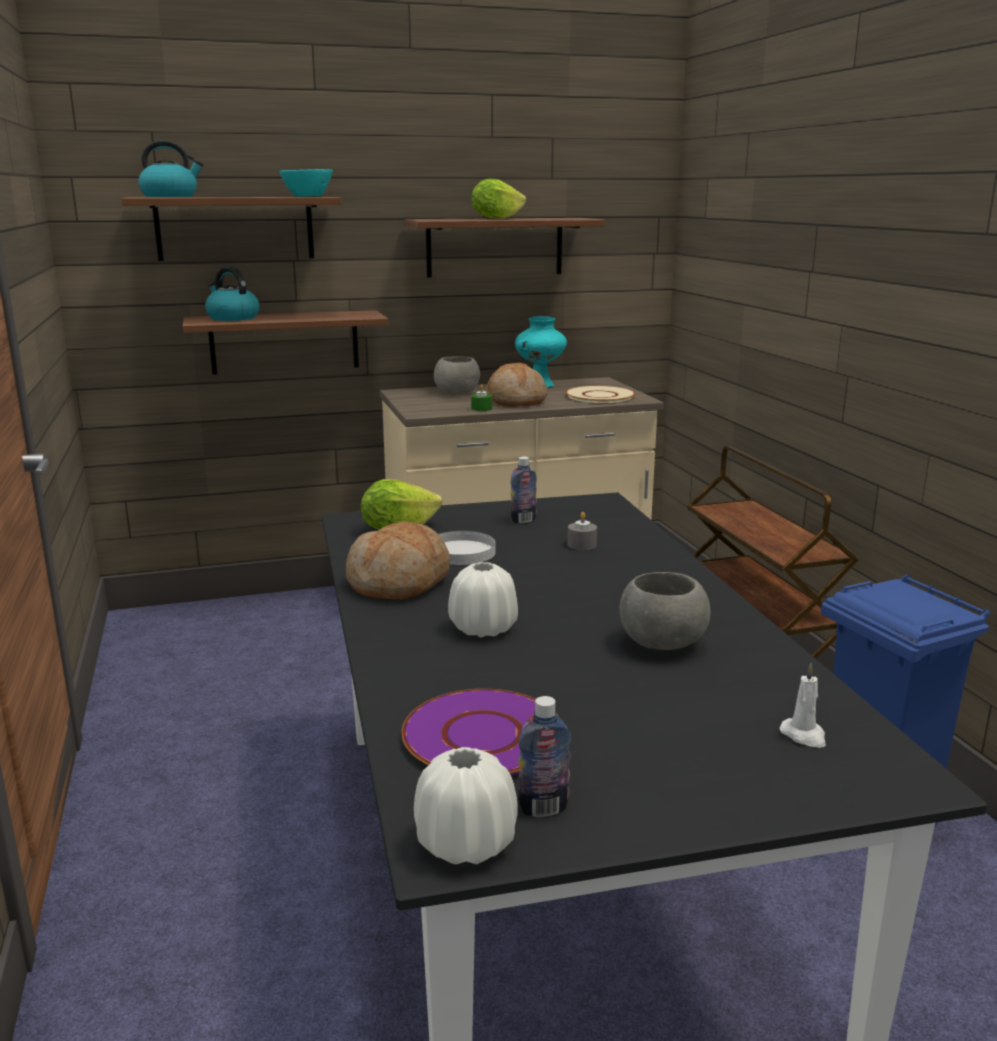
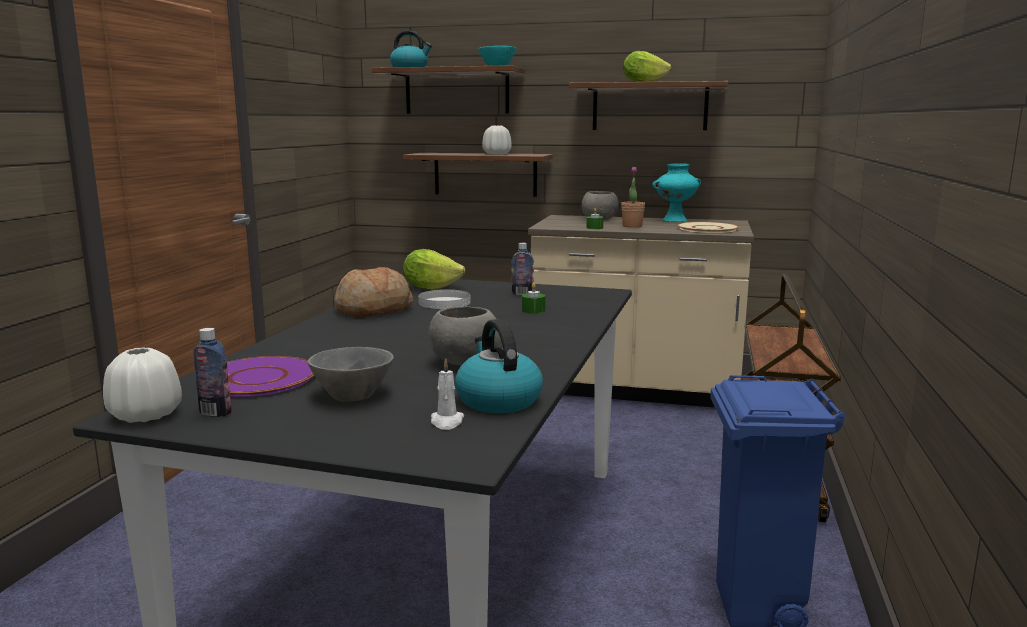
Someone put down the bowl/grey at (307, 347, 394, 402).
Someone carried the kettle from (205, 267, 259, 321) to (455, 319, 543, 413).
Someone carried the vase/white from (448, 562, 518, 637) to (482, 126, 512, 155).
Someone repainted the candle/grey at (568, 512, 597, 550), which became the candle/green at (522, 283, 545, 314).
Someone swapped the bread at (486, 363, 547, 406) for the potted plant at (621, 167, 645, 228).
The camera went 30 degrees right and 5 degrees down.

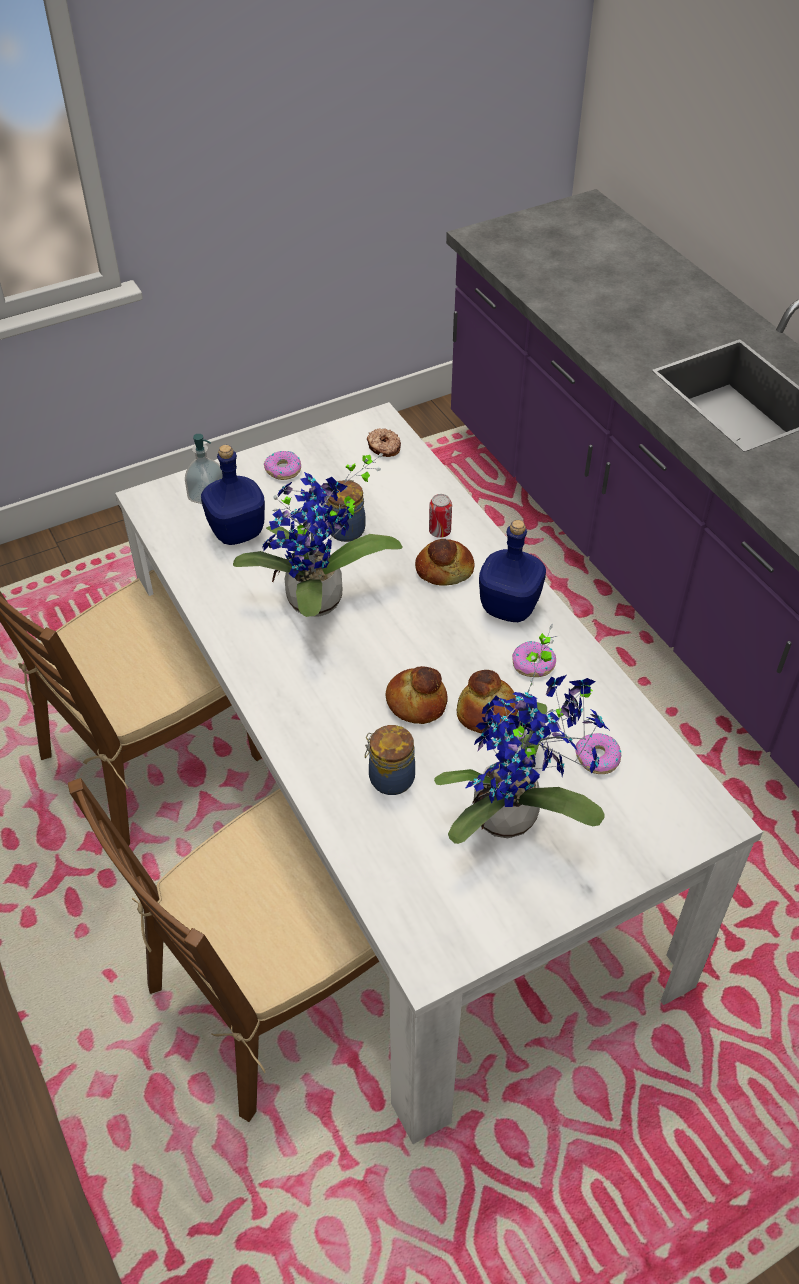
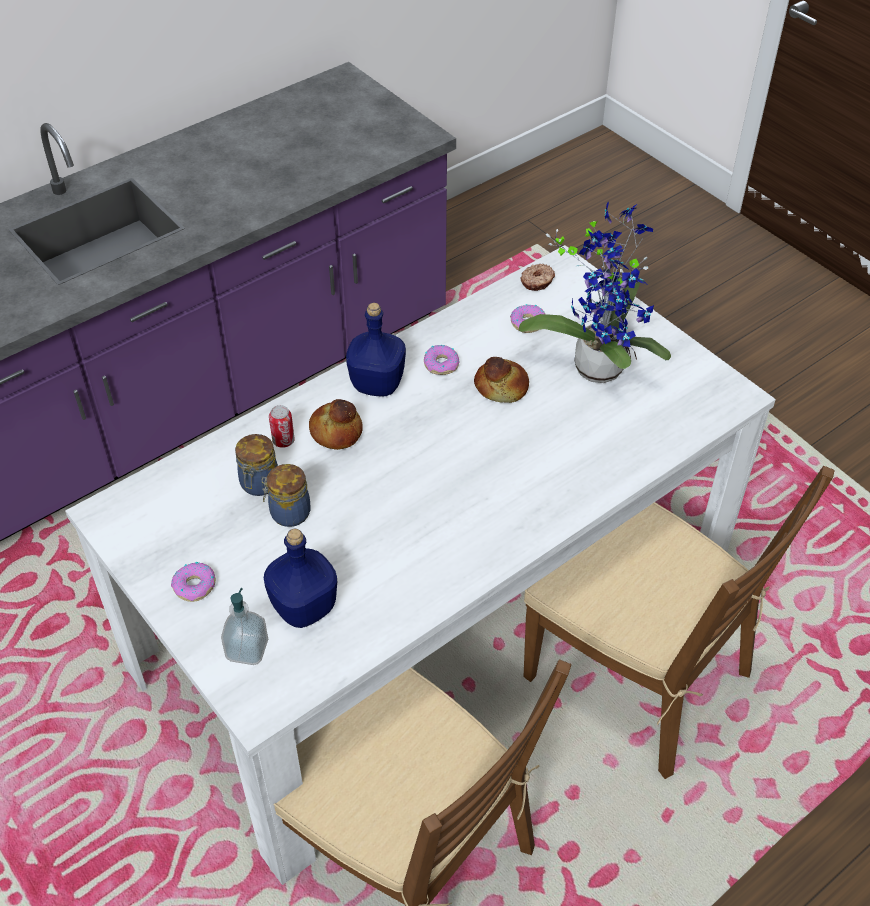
Someone carried the jar from (365, 725, 415, 795) to (235, 434, 278, 496).
Someone carried the donut from (367, 428, 401, 457) to (520, 264, 555, 291).
Someone took away the potted plant at (233, 453, 403, 617).
Someone took away the bread at (385, 666, 447, 724).
The camera went 100 degrees left and 0 degrees up.

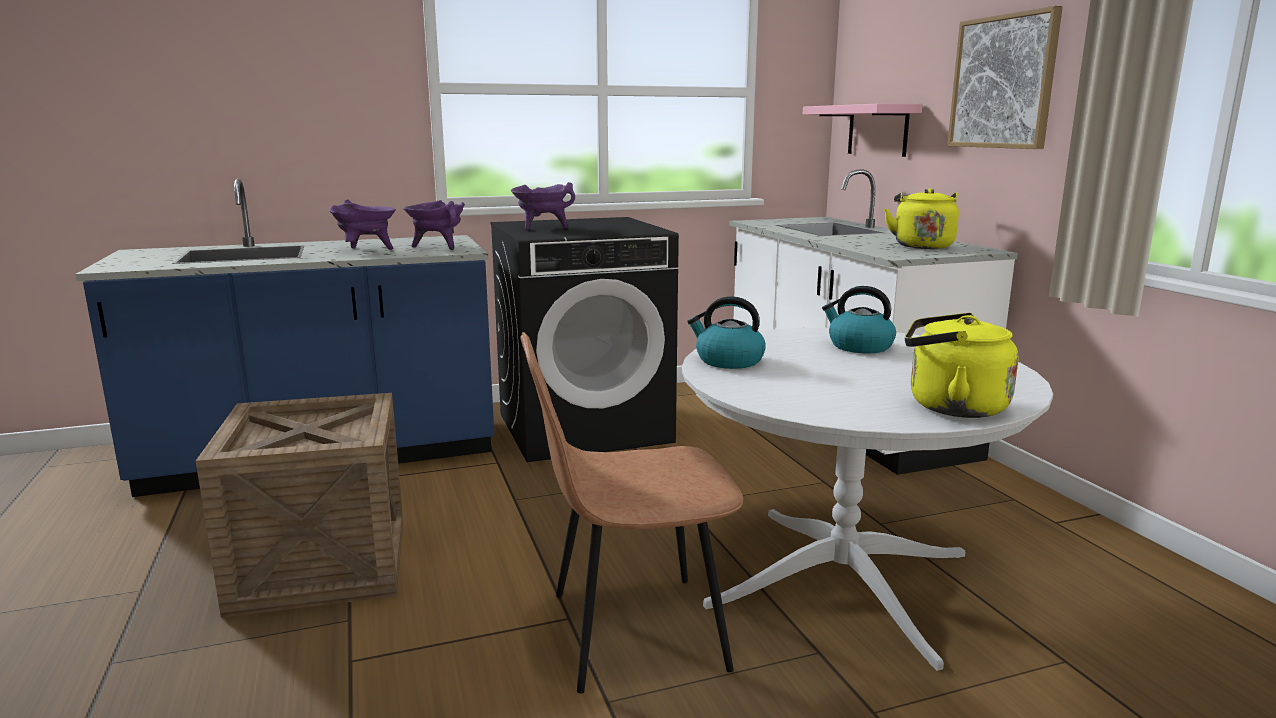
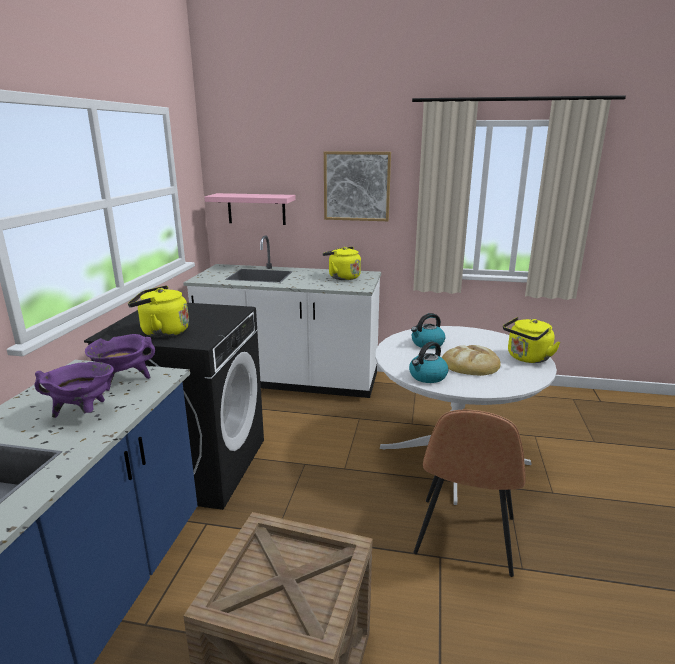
Someone swapped the cooking pot/purple at (511, 182, 575, 230) for the kettle/yellow at (128, 285, 189, 338).
Someone put down the bread at (442, 345, 501, 376).
The camera went 60 degrees left and 5 degrees up.

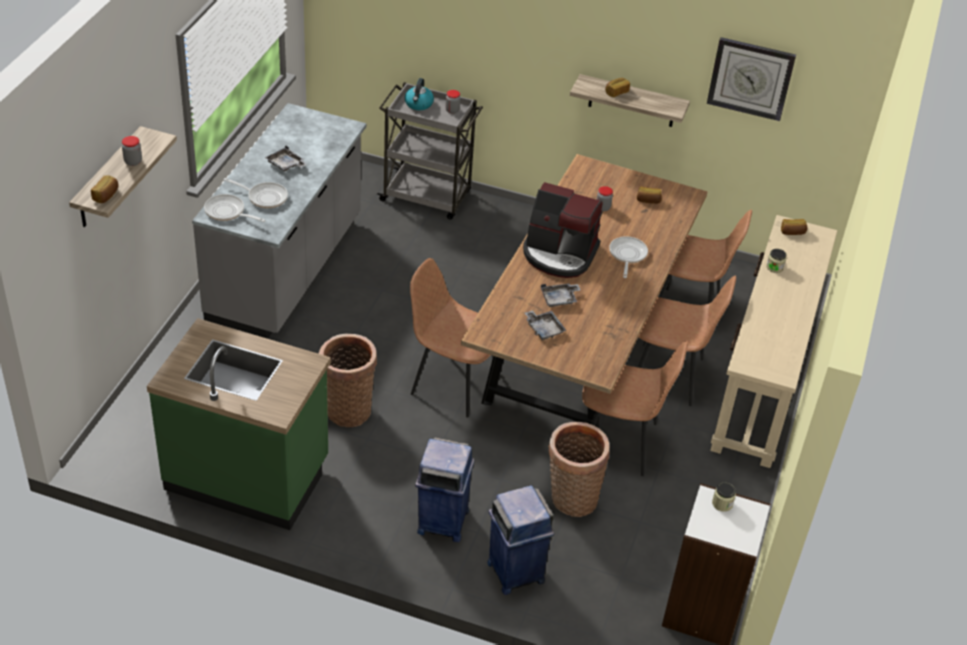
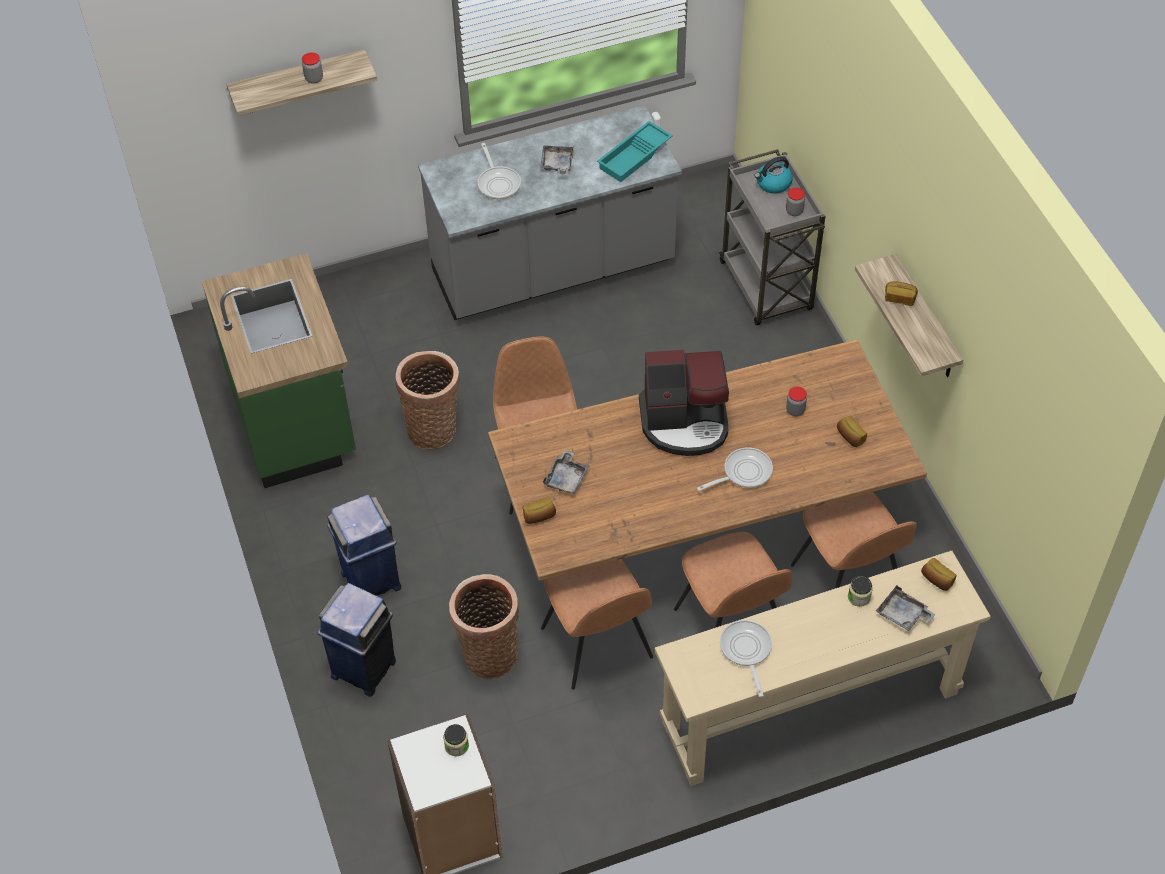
Someone carried the bread from (91, 175, 119, 203) to (523, 497, 556, 524).
Someone put down the tray/turquoise at (597, 121, 673, 182).
Someone rotated the coffee machine at (523, 182, 603, 278) by 75 degrees counterclockwise.
Someone carried the frying pan from (204, 194, 266, 222) to (720, 620, 772, 697).
Someone carried the tray/grey from (541, 283, 581, 307) to (876, 585, 936, 631).
Someone took away the wall clock at (707, 37, 796, 121).
The camera went 55 degrees right and 10 degrees up.

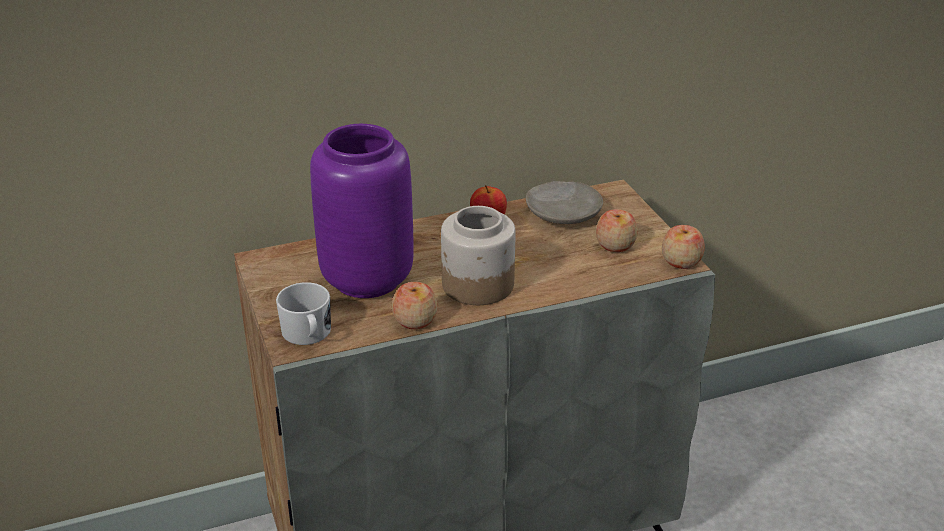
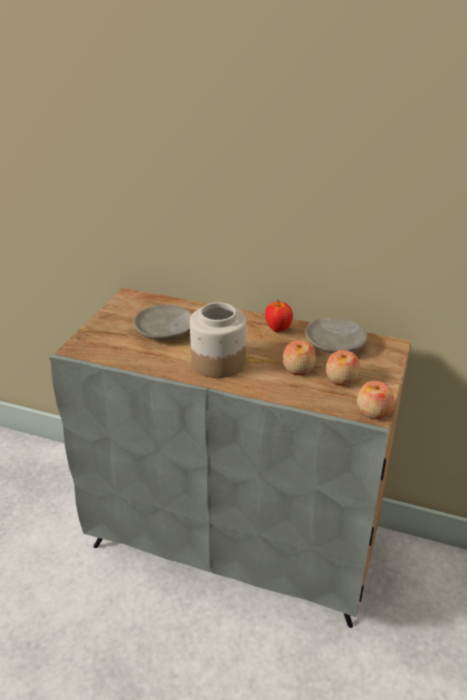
Someone swapped the vase/purple at (310, 124, 414, 298) for the plate/beige at (134, 304, 192, 340).
Someone carried the apple from (392, 282, 437, 329) to (282, 340, 316, 375).
Someone took away the mug/white at (276, 282, 331, 345).
The camera went 40 degrees right and 0 degrees up.

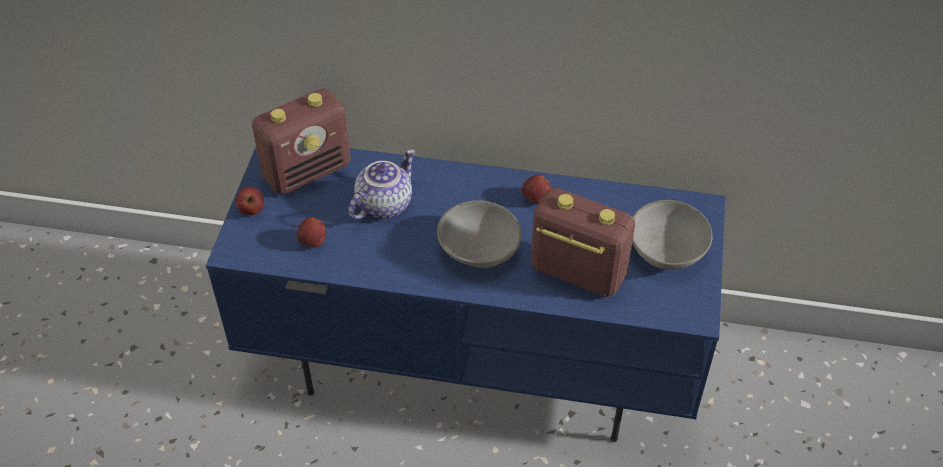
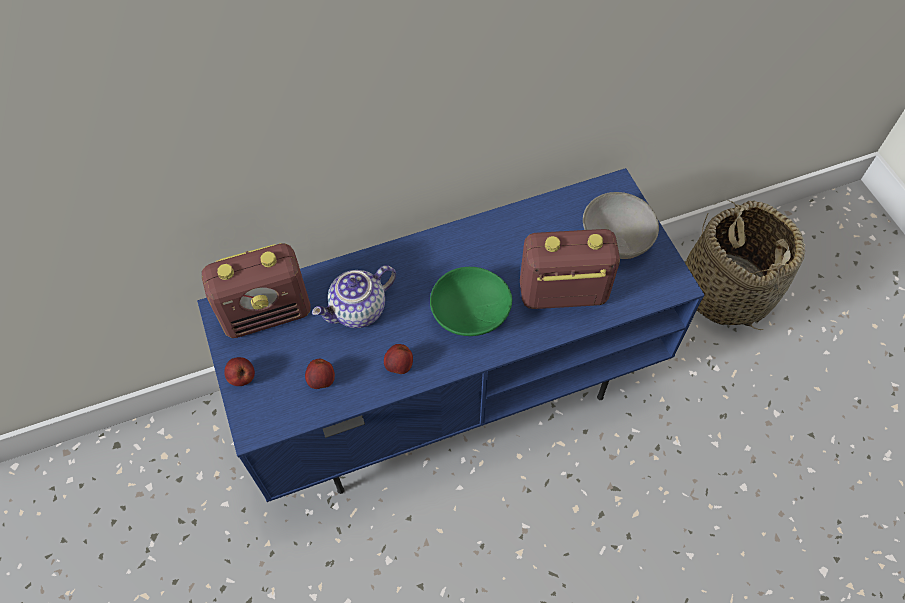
Someone rotated the radio at (252, 88, 351, 195) by 45 degrees clockwise.
Someone rotated the teapot at (348, 149, 416, 220) by 135 degrees counterclockwise.
Someone carried the apple from (522, 175, 551, 204) to (384, 344, 413, 374).
Someone repainted the bowl/grey at (437, 200, 522, 268), which became the bowl/green at (430, 267, 512, 336).
Someone put down the basket at (685, 200, 805, 330).
The camera went 30 degrees left and 10 degrees up.

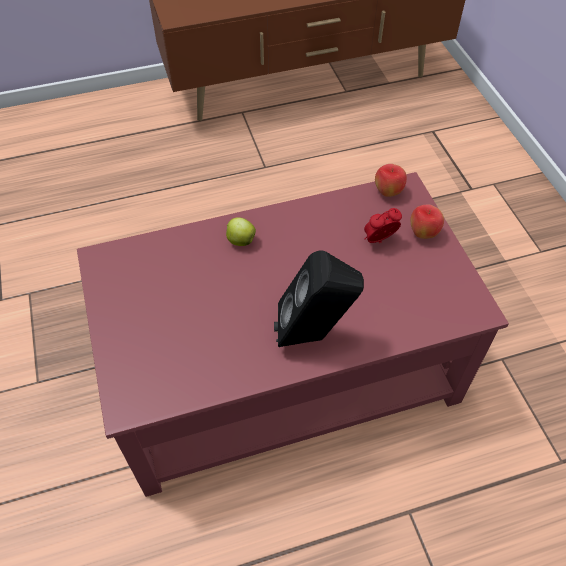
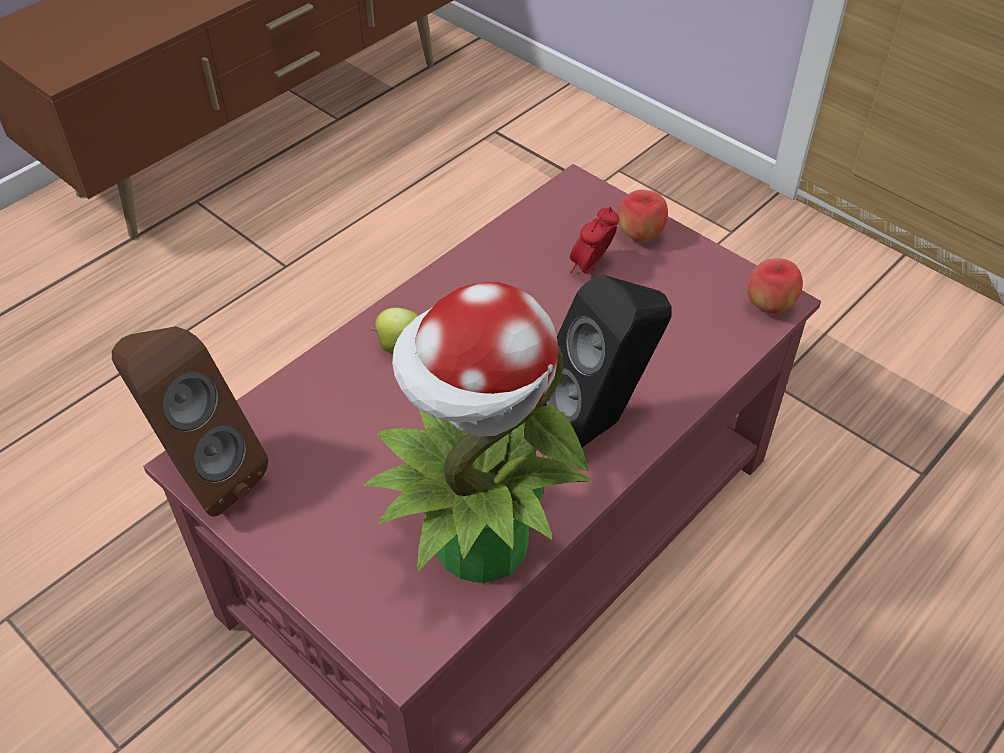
Someone put down the speaker/brown at (112, 326, 268, 517).
Someone put down the potted plant at (364, 282, 591, 583).
Someone carried the apple from (375, 164, 407, 197) to (747, 258, 803, 314).
The camera went 30 degrees left and 5 degrees down.

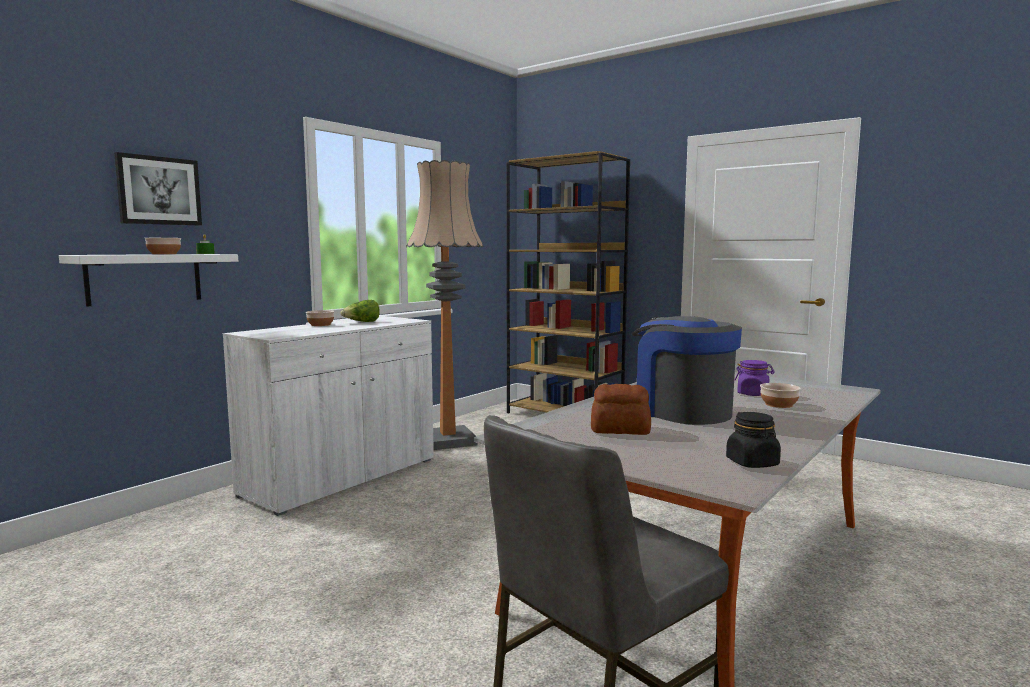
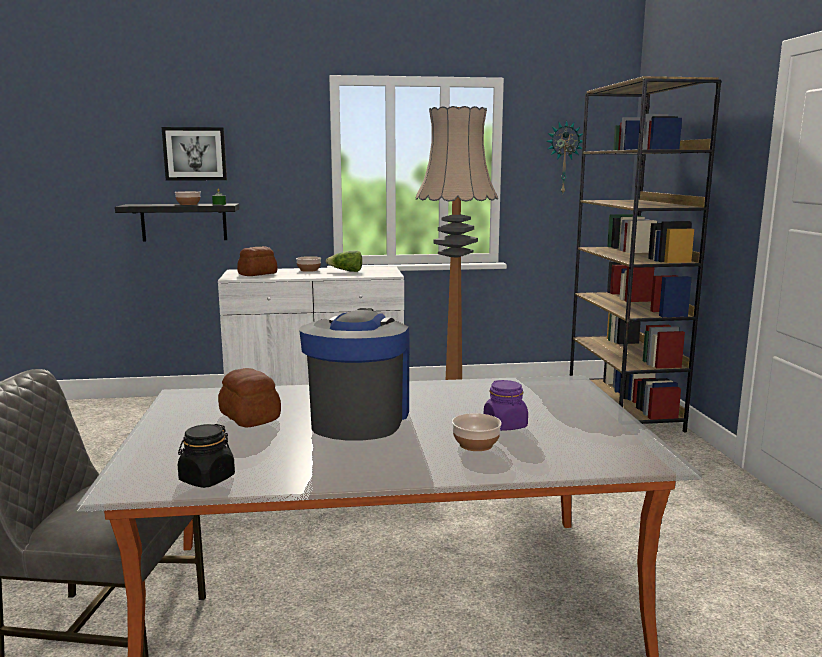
Someone repainted the shelf/white at (59, 254, 238, 307), which became the shelf/black at (115, 203, 239, 241).
Someone put down the bread at (237, 246, 277, 276).
Someone put up the wall clock at (546, 121, 583, 193).
The camera went 45 degrees right and 5 degrees up.

